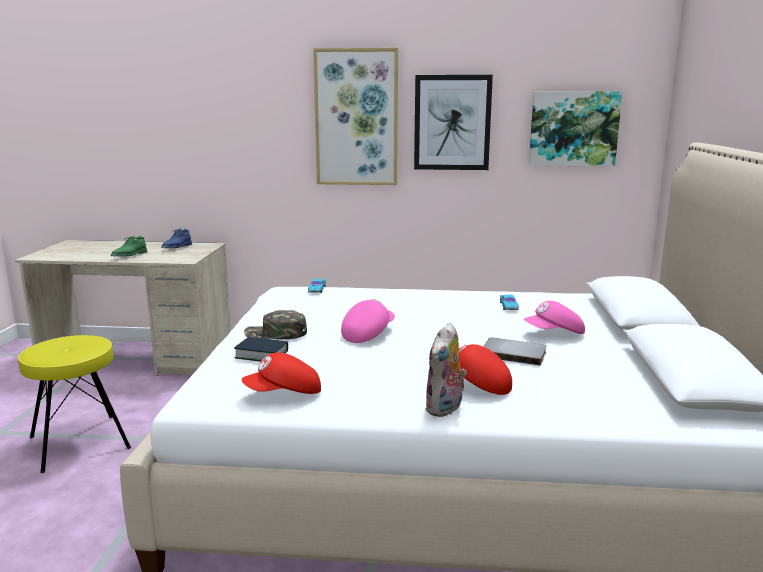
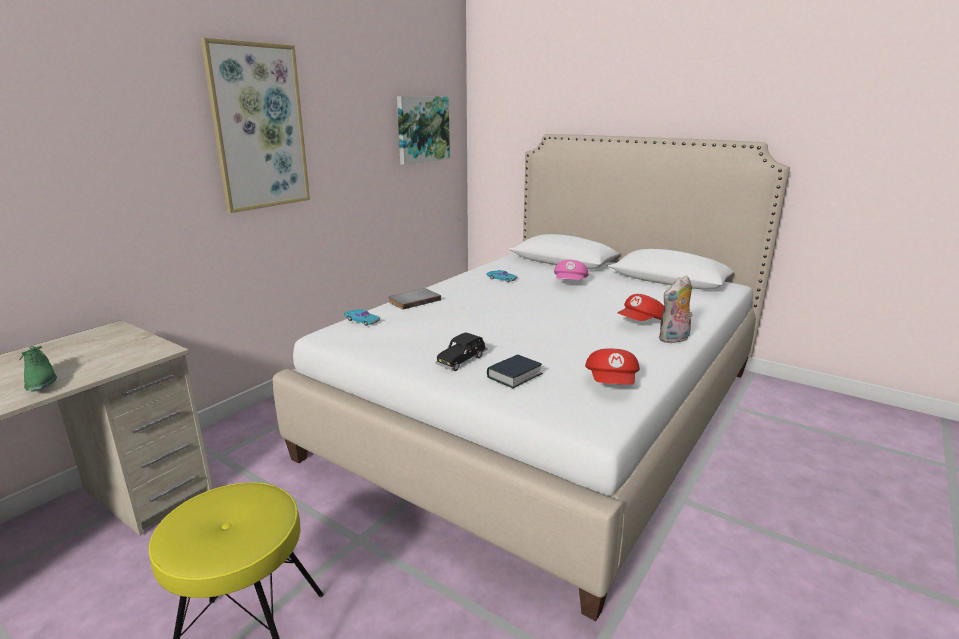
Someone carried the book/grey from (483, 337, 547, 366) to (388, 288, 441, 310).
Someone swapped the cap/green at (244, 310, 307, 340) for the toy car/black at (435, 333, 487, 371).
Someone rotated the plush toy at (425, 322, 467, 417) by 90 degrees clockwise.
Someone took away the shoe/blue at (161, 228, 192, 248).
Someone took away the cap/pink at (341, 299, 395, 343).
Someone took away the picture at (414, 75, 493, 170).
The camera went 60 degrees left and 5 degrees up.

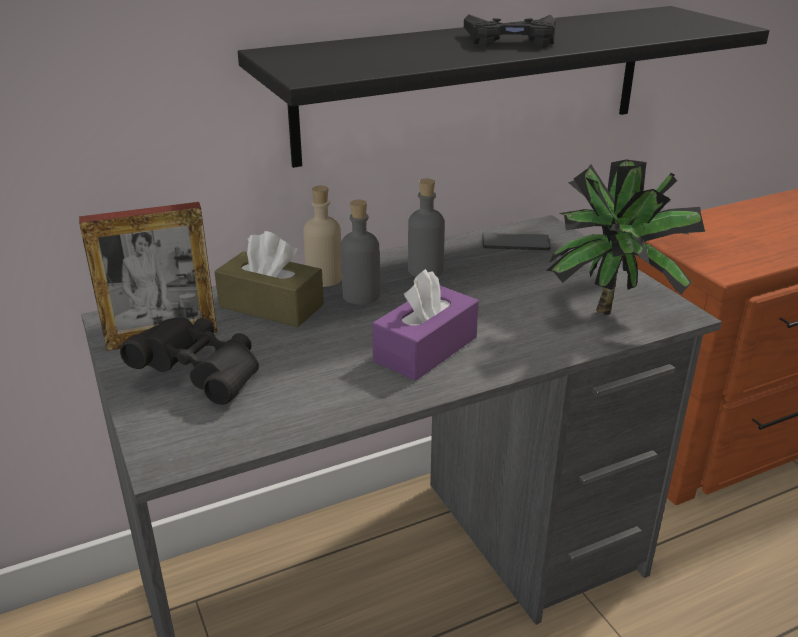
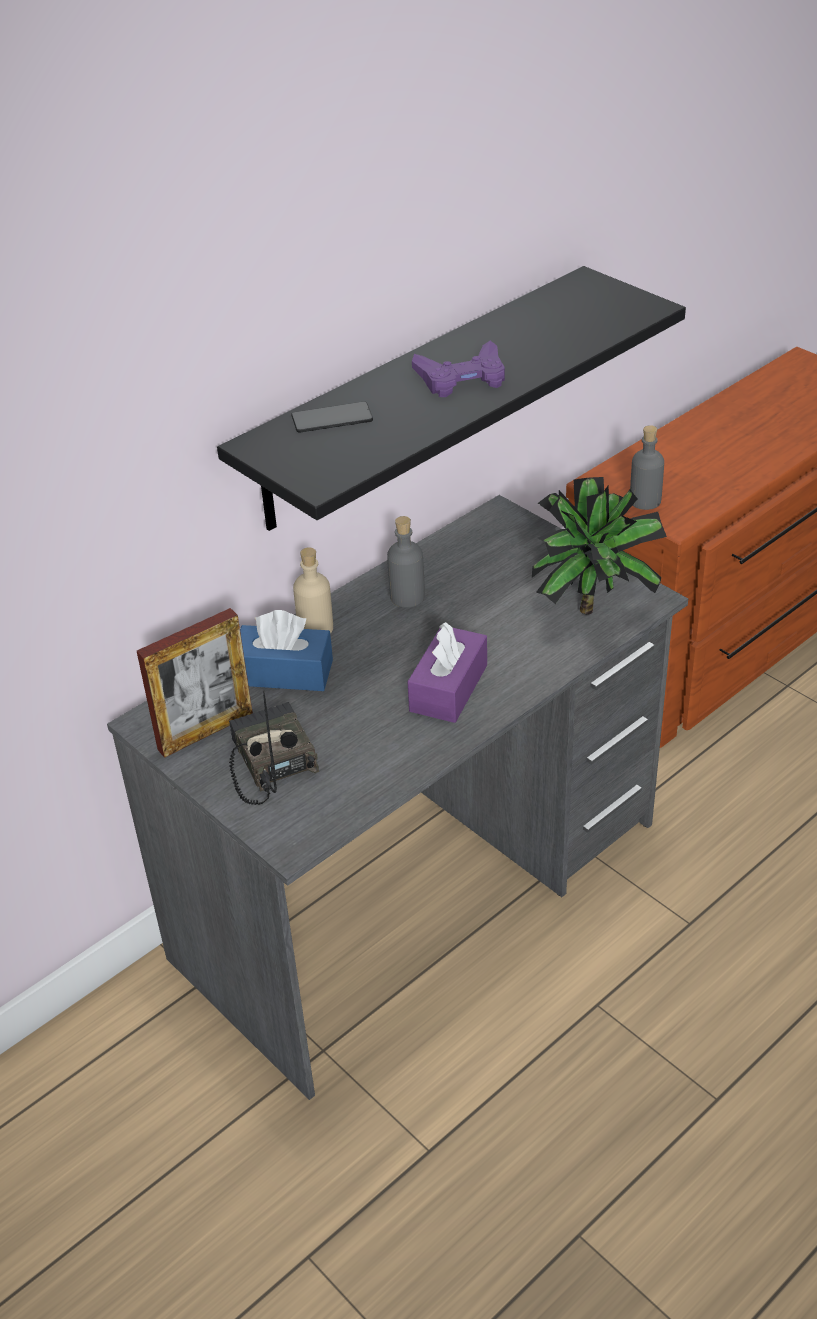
Someone swapped the binoculars/black at (120, 317, 259, 405) for the radio at (229, 690, 319, 805).
Someone repainted the tissue box/brown at (214, 231, 324, 327), which became the tissue box/blue at (240, 610, 333, 691).
Someone carried the phone from (482, 233, 551, 251) to (291, 401, 373, 433).
Someone repainted the game controller/black at (464, 14, 556, 48), which became the game controller/purple at (412, 341, 505, 397).
Someone carried the bottle/grey from (341, 200, 380, 305) to (630, 425, 664, 510).
The camera went 15 degrees left and 10 degrees up.

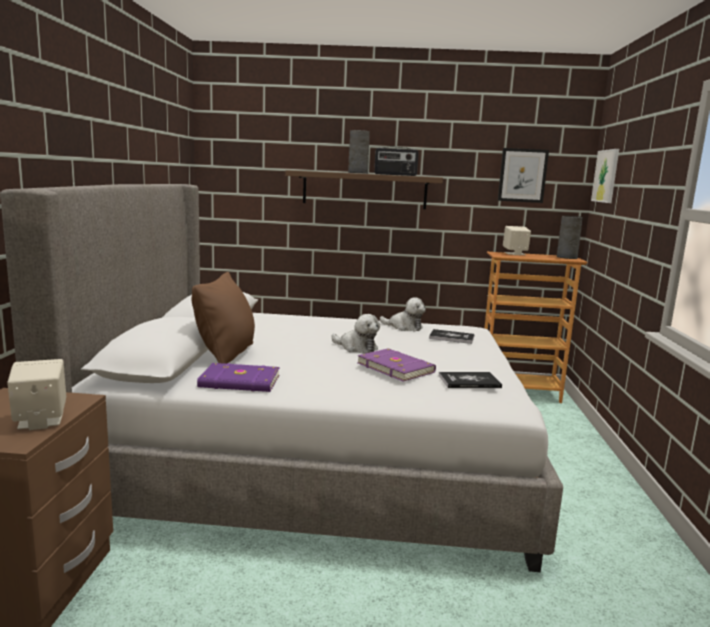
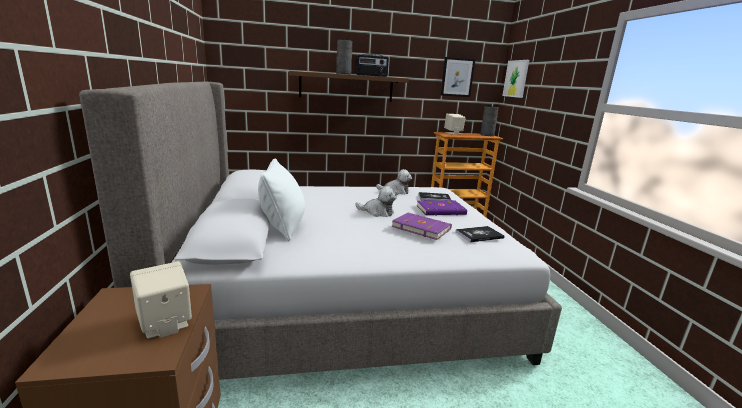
Someone repainted the pillow/brown at (192, 272, 255, 364), which became the pillow/white at (258, 158, 305, 241).
Someone carried the book/purple from (197, 363, 280, 392) to (416, 200, 467, 216).
The camera went 15 degrees left and 5 degrees up.

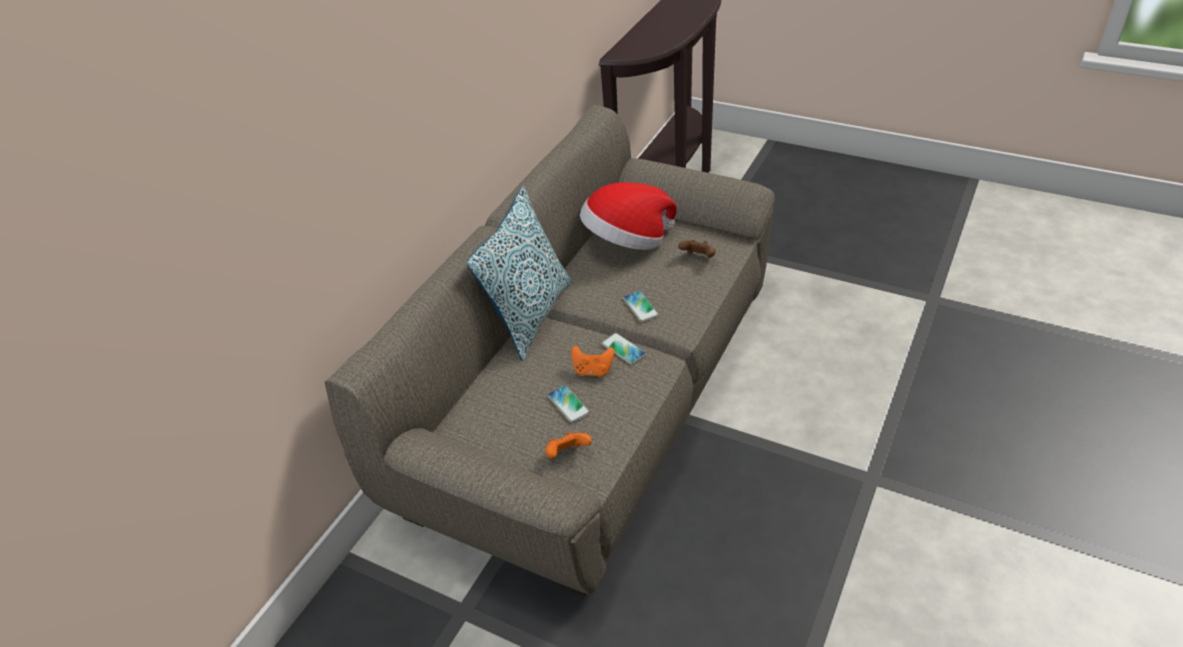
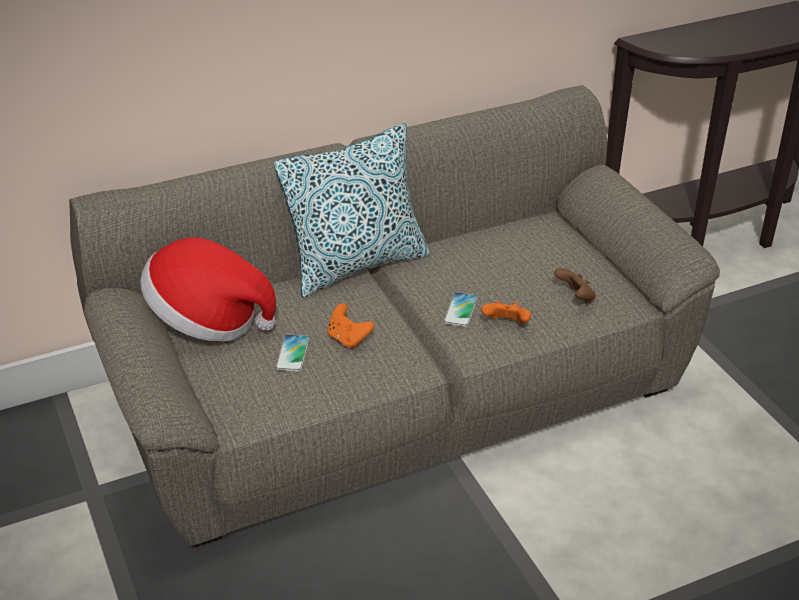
Someone carried the hat from (580, 182, 677, 250) to (140, 238, 276, 341).
Someone carried the game controller/orange from (545, 432, 592, 459) to (481, 302, 531, 324).
Someone took away the phone at (601, 333, 646, 364).
The camera went 35 degrees right and 5 degrees down.

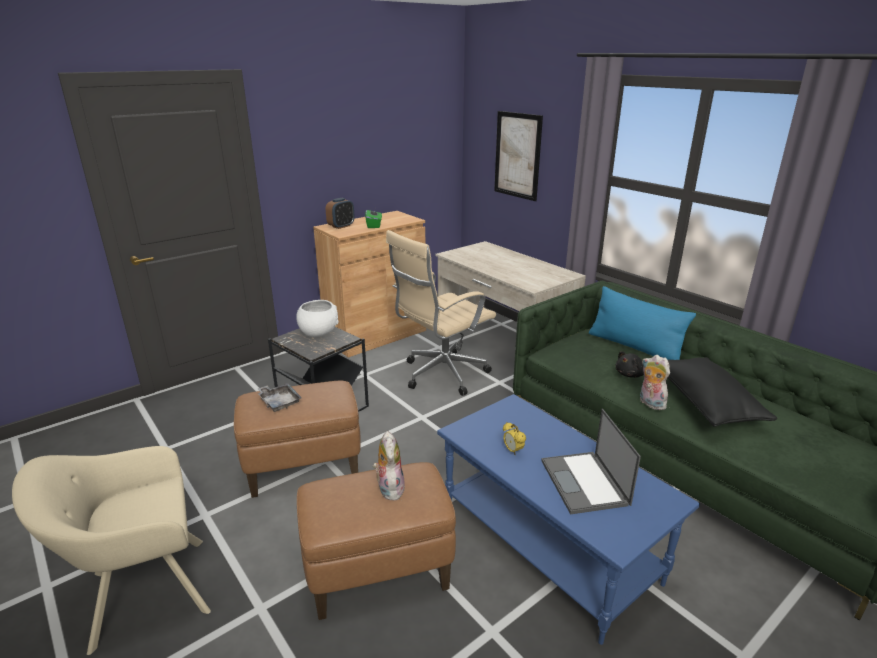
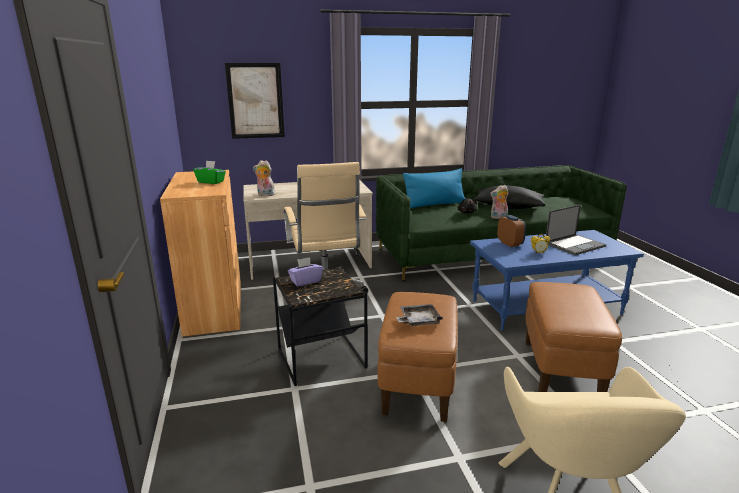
Someone carried the plush toy from (373, 431, 405, 500) to (253, 160, 275, 196).
Someone swapped the bowl/white at (296, 300, 339, 337) for the tissue box/purple at (288, 257, 323, 287).
Someone carried the alarm clock from (326, 198, 355, 229) to (497, 215, 526, 247).
Someone rotated the laptop at (541, 409, 641, 514) by 45 degrees counterclockwise.
The camera went 65 degrees left and 5 degrees down.

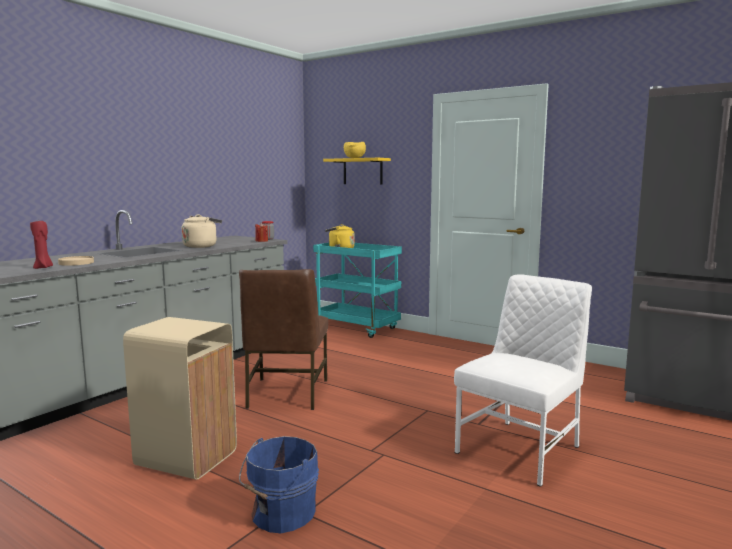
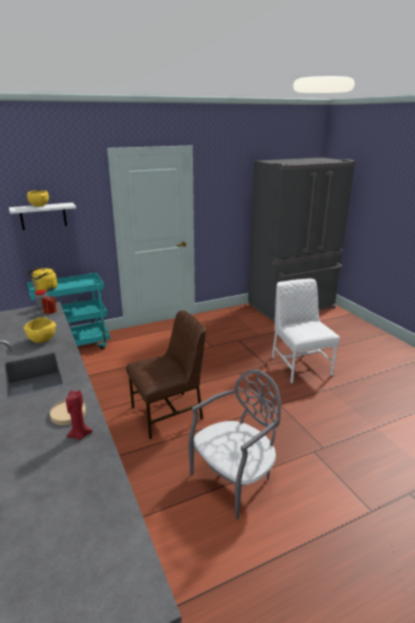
Someone repainted the shelf/yellow at (323, 158, 391, 185), which became the shelf/white at (9, 203, 76, 230).
Someone swapped the kettle/beige at (182, 214, 222, 248) for the bowl/yellow at (24, 317, 56, 343).
Someone rotated the chair/brown at (239, 269, 328, 410) by 60 degrees counterclockwise.
Someone swapped the trash can/beige at (123, 317, 237, 480) for the chair/grey at (188, 370, 281, 520).
Someone took away the bucket/blue at (239, 436, 319, 533).
The camera went 60 degrees left and 15 degrees up.

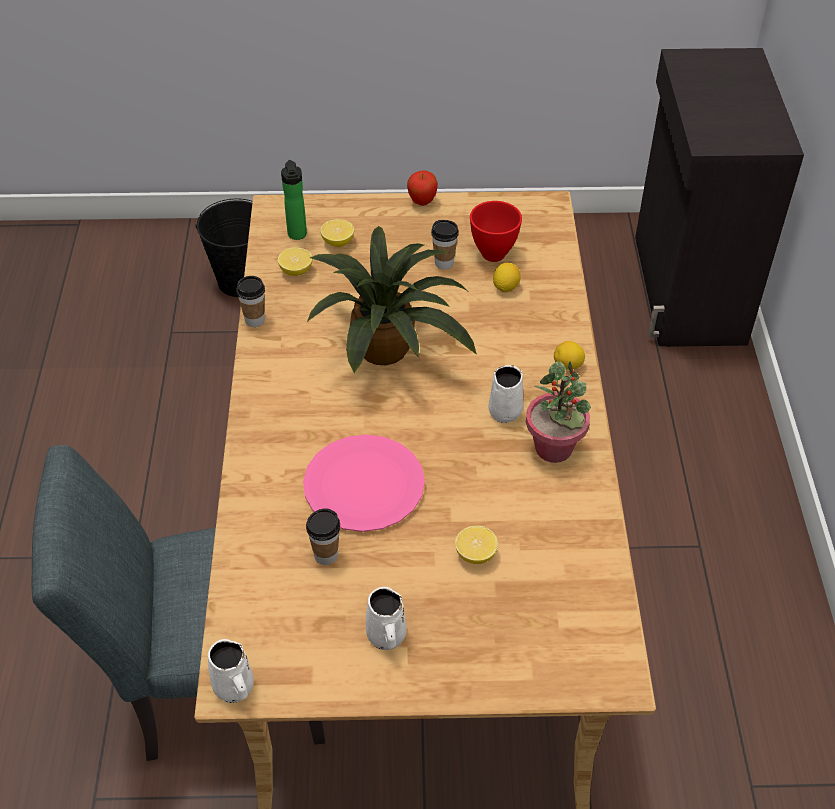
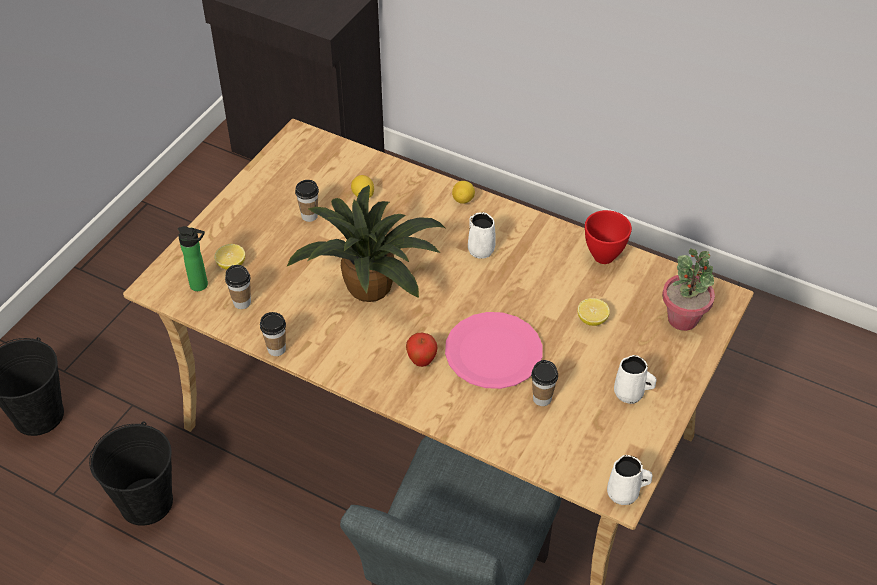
Someone put down the bucket/black at (89, 421, 173, 526).
Someone swapped the lemon at (278, 247, 312, 276) for the cup at (225, 265, 251, 309).
Someone carried the apple from (407, 170, 438, 206) to (406, 333, 438, 367).
Someone carried the bowl/red from (470, 201, 522, 262) to (585, 210, 632, 264).
Someone carried the potted plant from (526, 361, 591, 463) to (662, 249, 715, 331).
The camera went 60 degrees left and 0 degrees up.

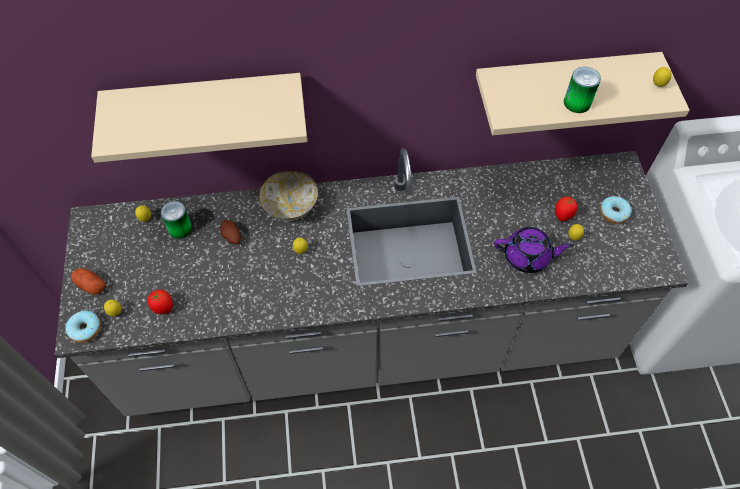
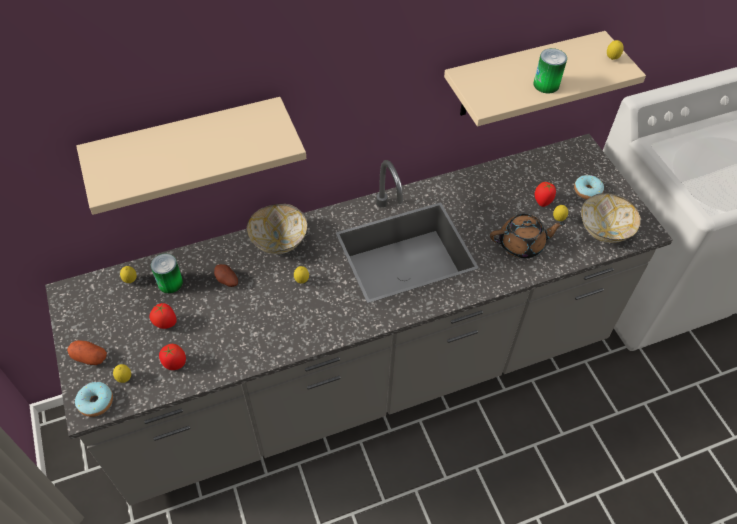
Someone put down the tomato at (150, 303, 177, 329).
Someone repainted the teapot/purple at (494, 227, 574, 273), which became the teapot/brown at (490, 214, 565, 258).
Someone put down the bowl at (581, 193, 641, 243).
The camera went 15 degrees left and 5 degrees down.

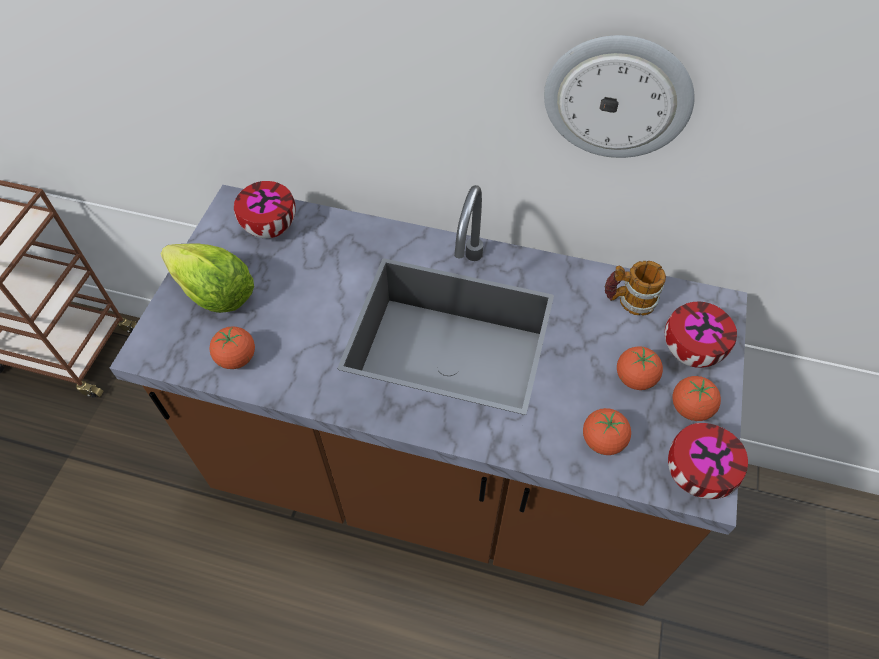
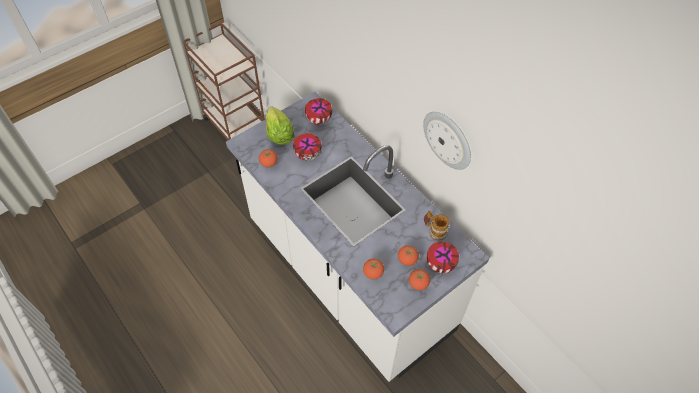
Someone repainted the counter/brown at (110, 185, 747, 606), which became the counter/white at (226, 92, 489, 382).
Someone carried the bowl from (668, 423, 748, 499) to (293, 133, 322, 161).
The camera went 35 degrees right and 0 degrees up.

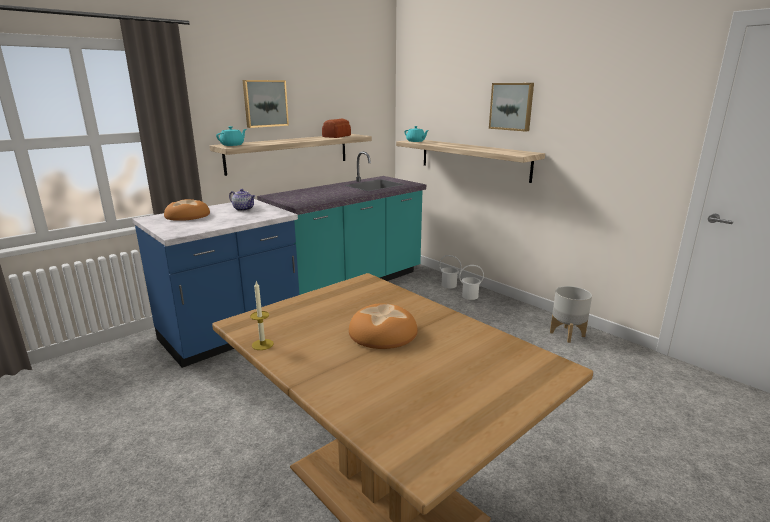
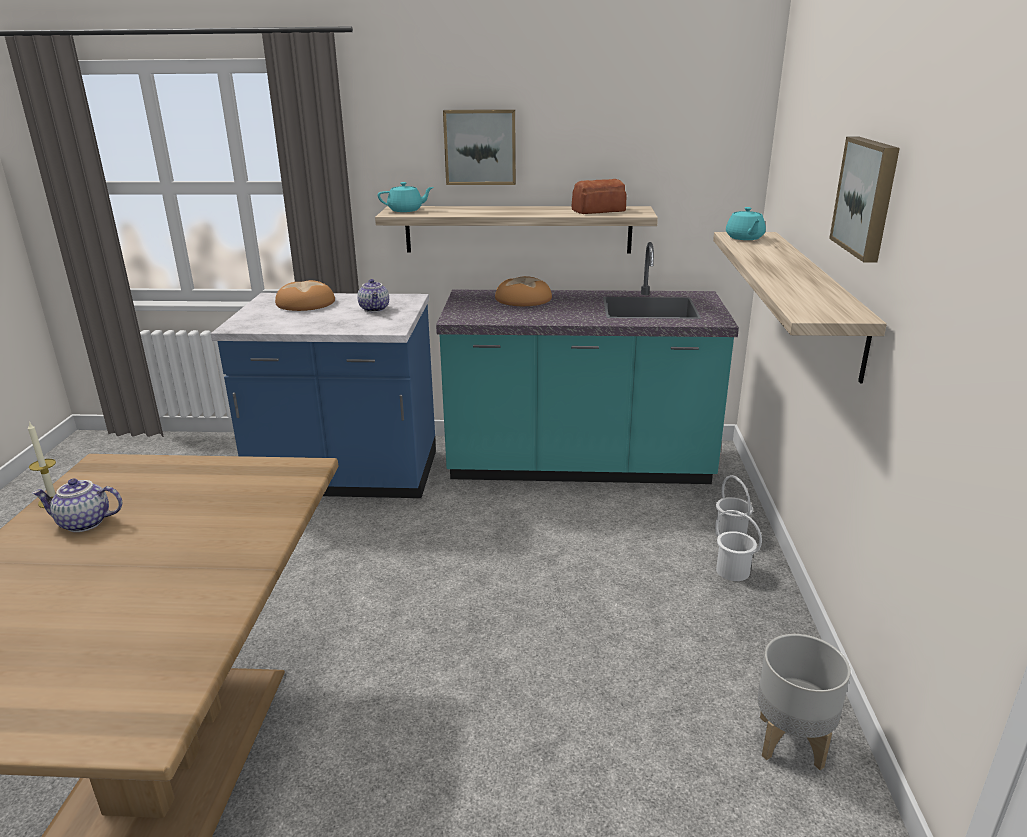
Someone put down the teapot at (32, 478, 123, 532).
Someone carried the bread from (349, 303, 418, 349) to (495, 276, 552, 306).
The camera went 45 degrees right and 5 degrees up.

